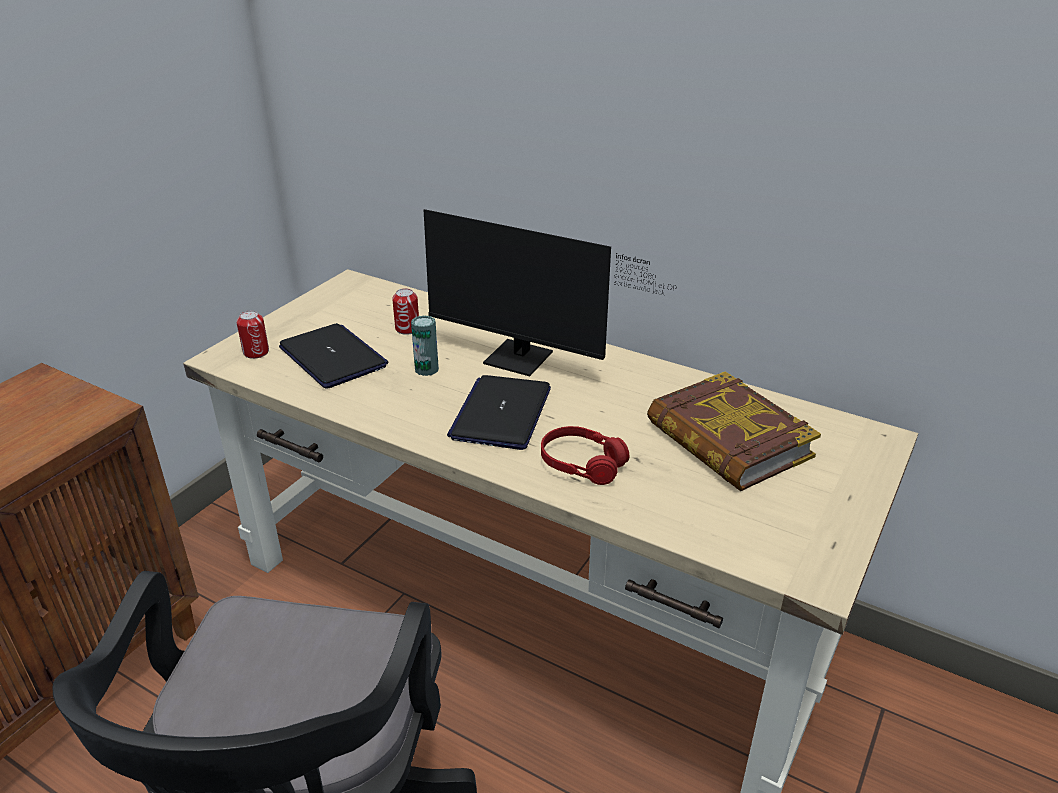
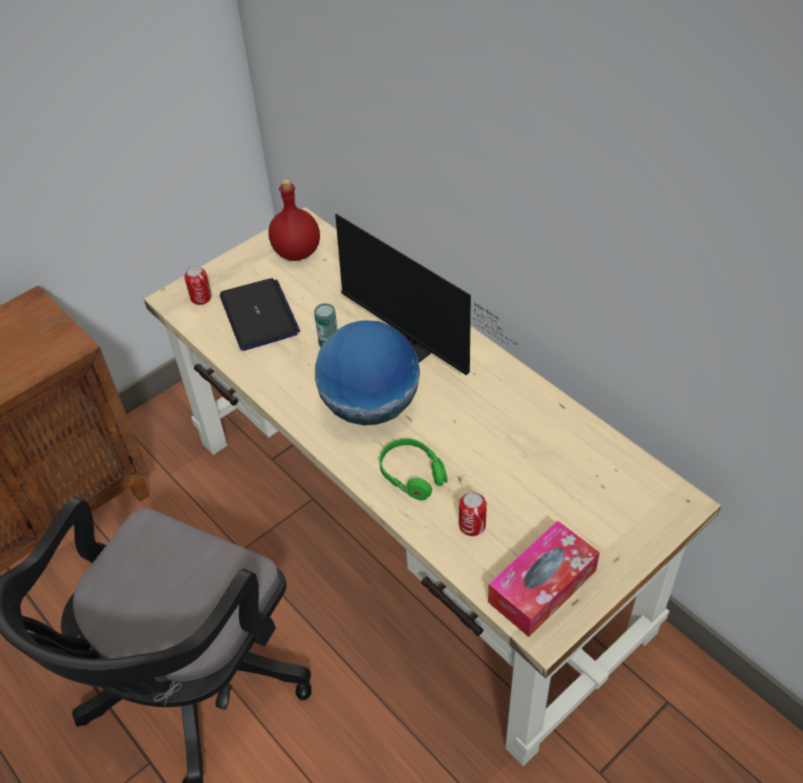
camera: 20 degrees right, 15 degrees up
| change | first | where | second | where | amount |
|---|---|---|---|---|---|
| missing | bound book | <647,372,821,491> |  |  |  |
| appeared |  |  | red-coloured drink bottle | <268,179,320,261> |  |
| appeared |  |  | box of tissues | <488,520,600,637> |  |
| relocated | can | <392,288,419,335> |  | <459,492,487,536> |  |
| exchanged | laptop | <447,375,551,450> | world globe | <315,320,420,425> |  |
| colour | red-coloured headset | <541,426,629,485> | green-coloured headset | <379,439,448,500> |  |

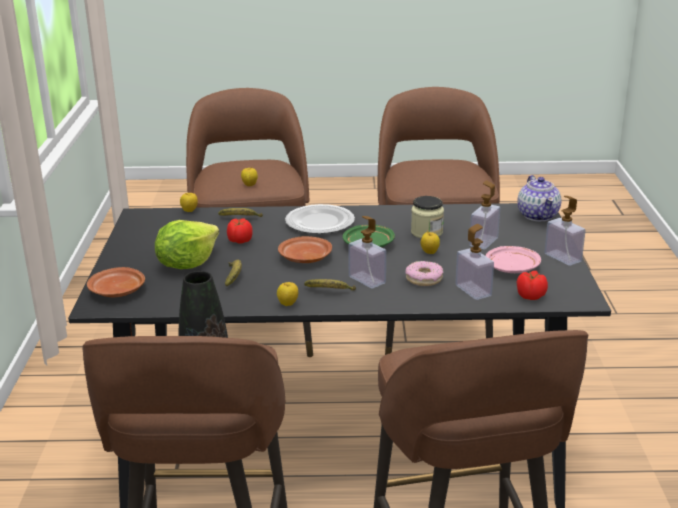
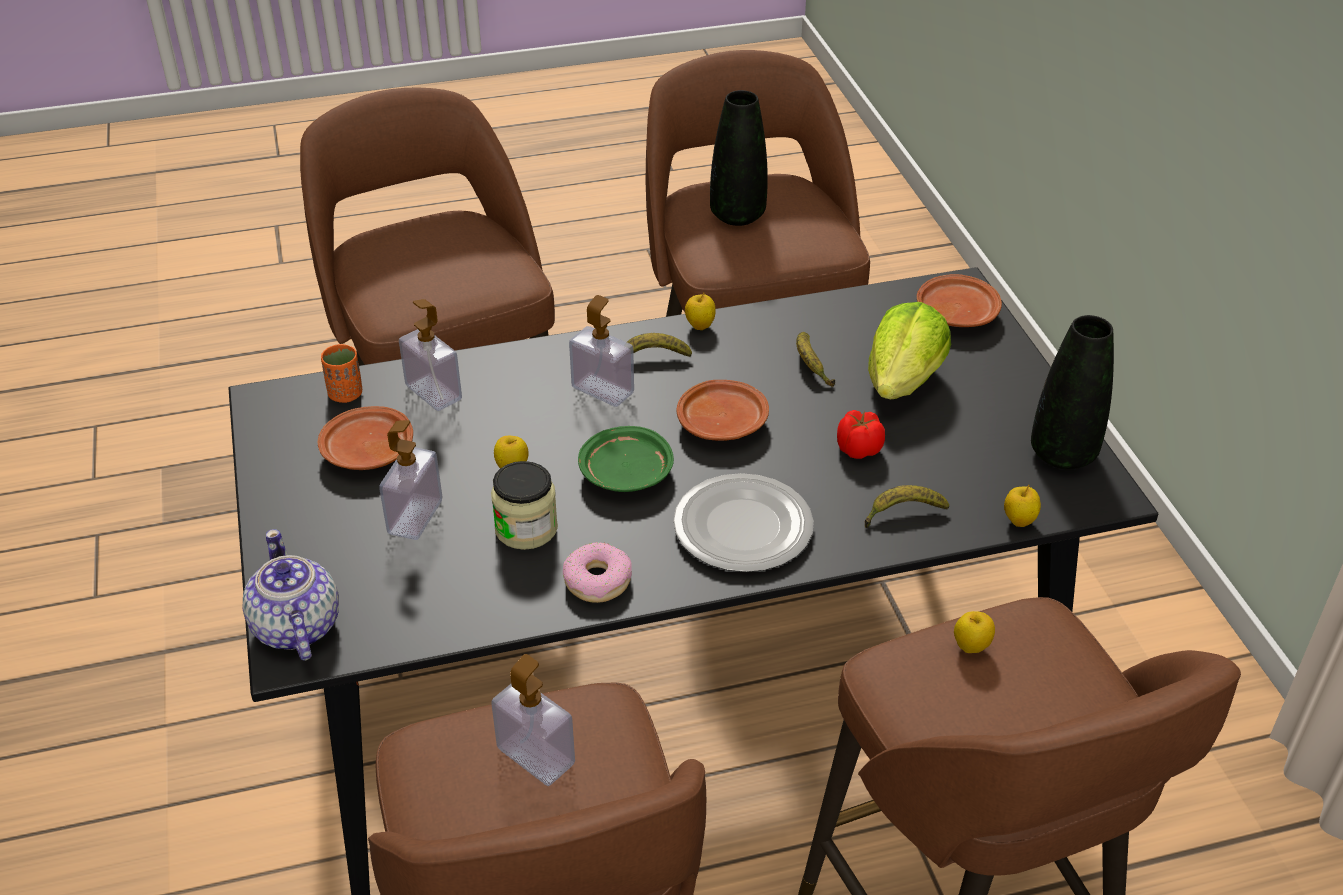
camera: 165 degrees right, 15 degrees up
| change | first | where | second | where | amount |
|---|---|---|---|---|---|
| appeared |  |  | blackish flower vase | <1031,315,1114,469> |  |
| relocated | ring doughnut | <406,261,444,286> |  | <563,542,632,603> |  |
| relocated | liquid soap bottle | <545,196,585,266> |  | <491,654,575,786> |  |
| exchanged | whole tomato | <517,271,548,300> | orange cup | <321,344,362,403> |  |
| colour | pink-coloured plate | <486,246,541,273> | brownish plate | <318,406,413,470> |  |

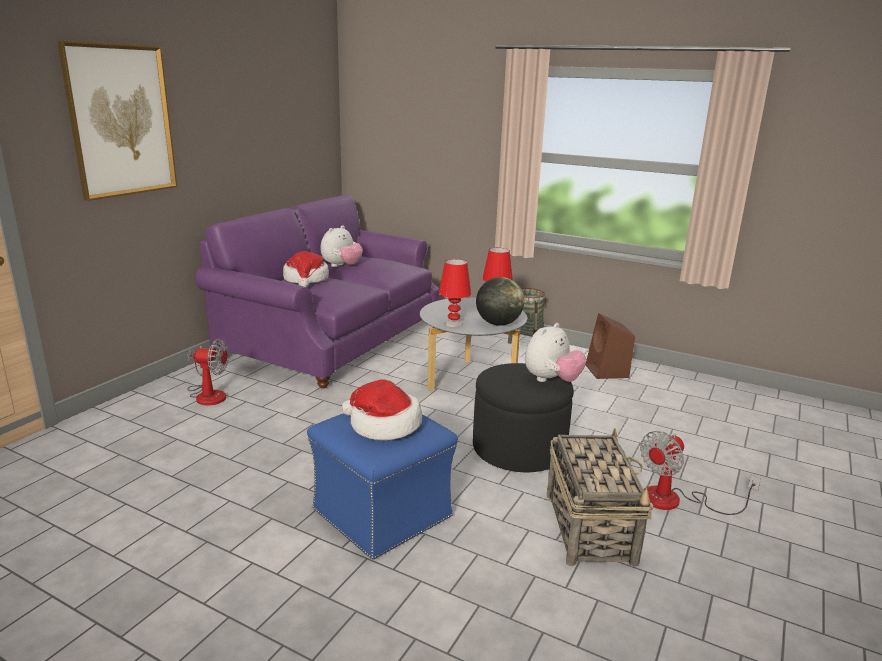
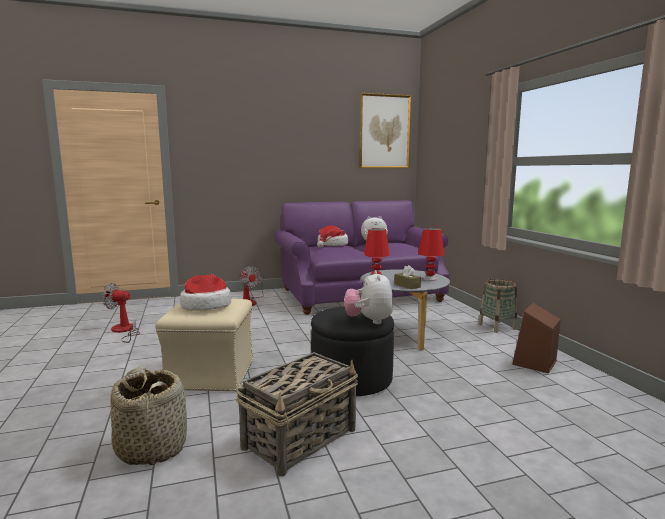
camera: 45 degrees right, 10 degrees down
| change | first | where | second | where | amount |
|---|---|---|---|---|---|
| appeared |  |  | basket | <110,367,187,465> |  |
| relocated | wall art | <57,40,177,201> |  | <359,93,412,168> |  |
| relocated | fan | <640,431,761,515> |  | <102,283,140,343> |  |
| exchanged | world globe | <476,277,524,326> | brownish box of tissues | <394,265,421,289> |  |
| colour | blue pouffe | <307,413,458,560> | beige-coloured pouffe | <155,299,253,392> |  |
| spun | plush toy | <525,323,586,382> |  | <344,270,394,324> | 90 degrees clockwise |

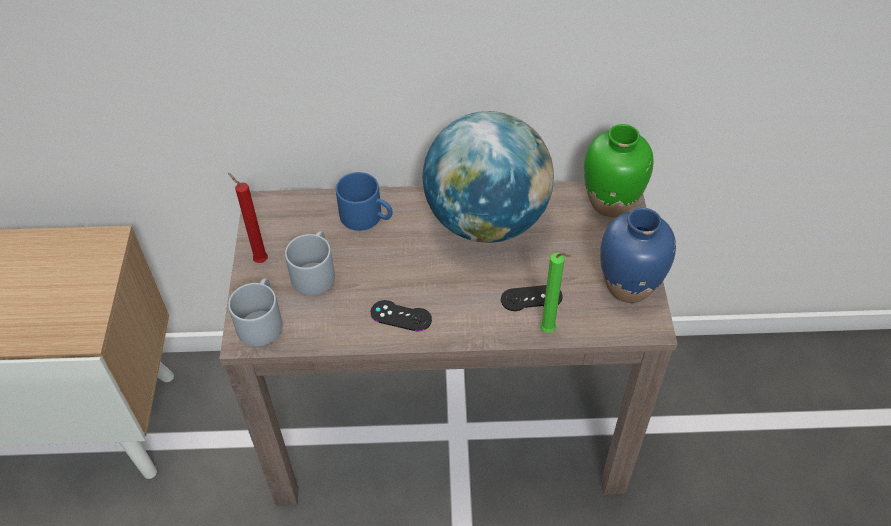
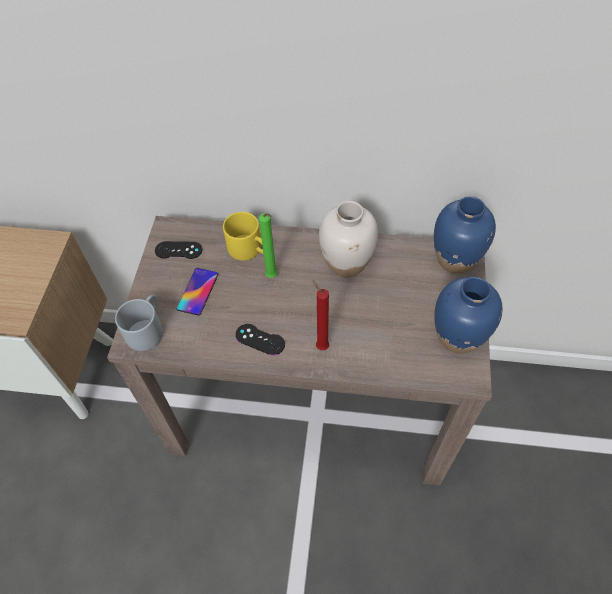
camera: 10 degrees right, 5 degrees up
| change | first | where | second | where | amount |
|---|---|---|---|---|---|
| relocated | red-coloured wax candle | <228,173,268,263> |  | <312,280,329,350> |  |
| relocated | blackish gamepad | <501,285,563,311> |  | <155,241,202,259> |  |
| relocated | green-coloured wax candle | <540,253,571,333> |  | <259,213,277,278> |  |
| exchanged | gray mug | <285,231,335,296> | telephone | <177,268,218,316> |  |
| exchanged | world globe | <423,111,554,243> | white flower vase | <319,201,378,278> |  |
| colour | blue mug | <336,172,393,231> | yellow-coloured mug | <223,212,264,260> |  |
| colour | green-coloured flower vase | <584,124,654,217> | blue flower vase | <434,196,496,274> |  |

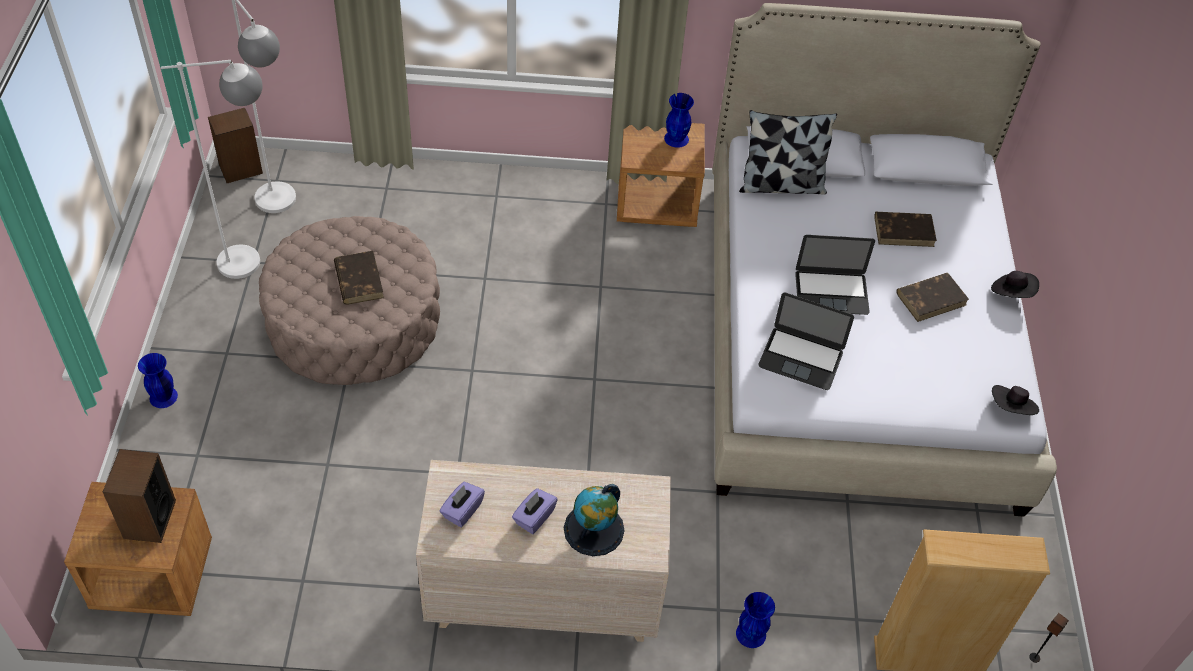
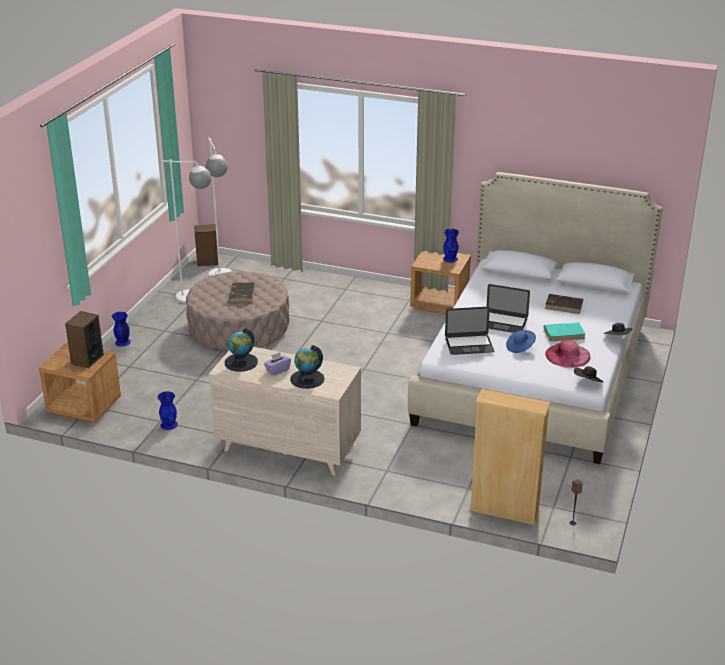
camera: 20 degrees right, 20 degrees down
| change | first | where | second | where | amount |
|---|---|---|---|---|---|
| missing | pillow | <739,110,837,194> |  |  |  |
| appeared |  |  | blue clothing hat | <506,330,536,353> |  |
| appeared |  |  | pink-coloured clothing hat | <545,340,591,368> |  |
| relocated | blue flower vase | <736,592,775,648> |  | <158,391,178,430> |  |
| exchanged | purple-coloured box of tissues | <440,481,485,527> | world globe | <225,328,258,372> |  |
| colour | brownish bound book | <896,273,969,322> | turquoise bound book | <544,322,585,341> |  |
| spun | laptop | <759,292,854,390> |  | <445,307,494,355> | 45 degrees counterclockwise |

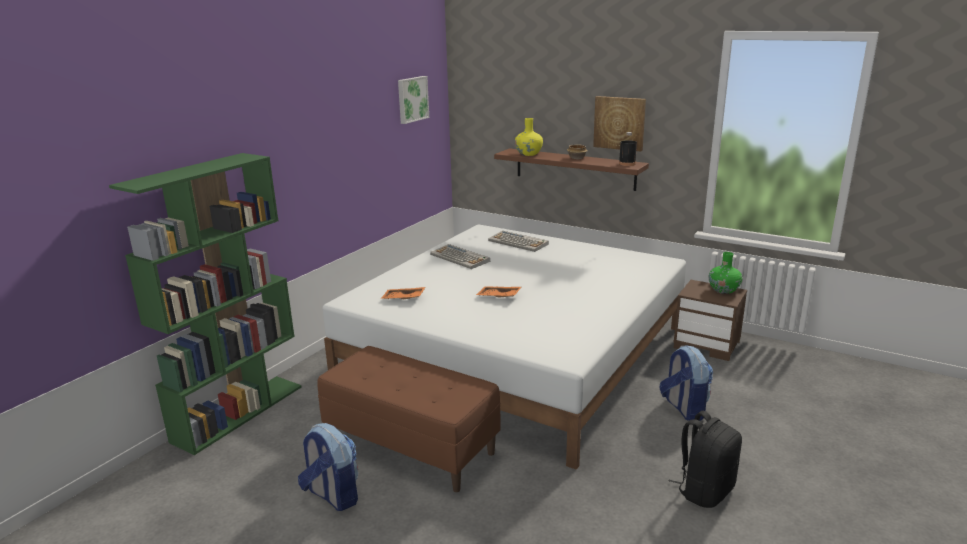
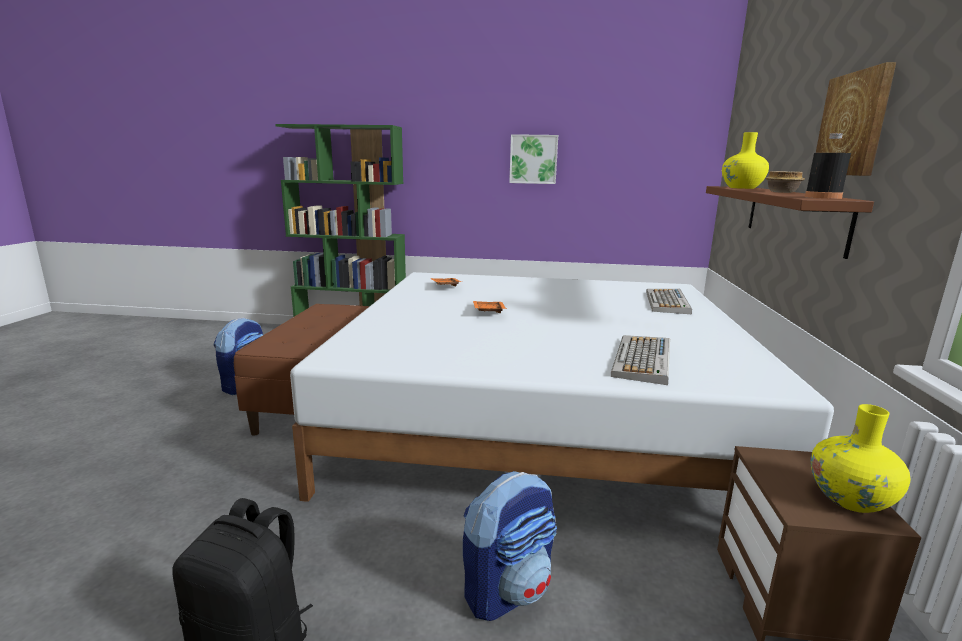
camera: 65 degrees right, 5 degrees down
| change | first | where | second | where | amount |
|---|---|---|---|---|---|
| relocated | wall art | <398,76,429,124> |  | <509,134,558,184> |  |
| relocated | PC keyboard | <430,244,490,269> |  | <611,335,670,385> |  |
| colour | green-coloured flower vase | <709,252,742,294> | yellow-coloured flower vase | <811,404,910,513> |  |

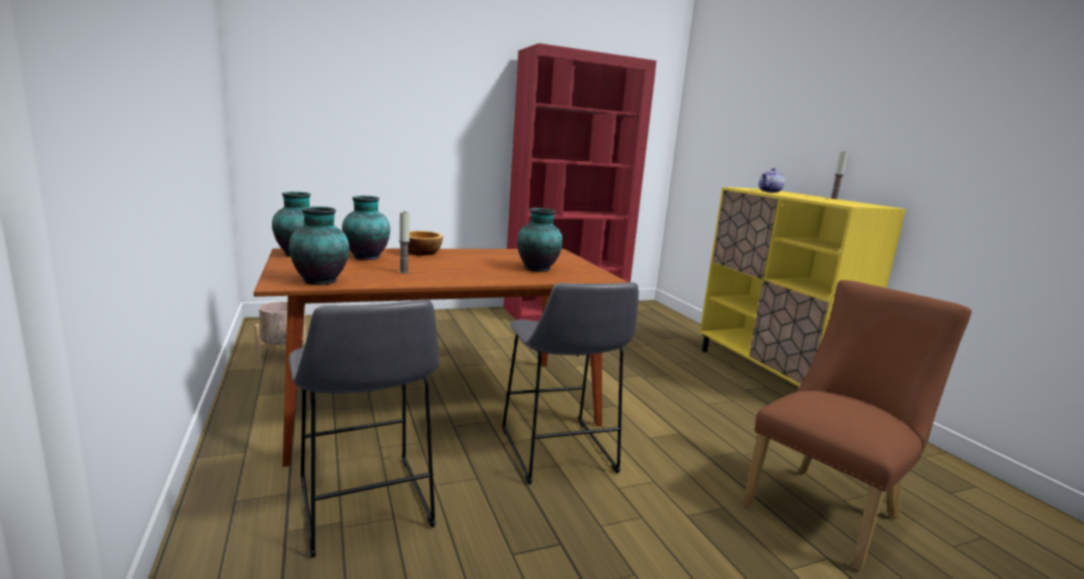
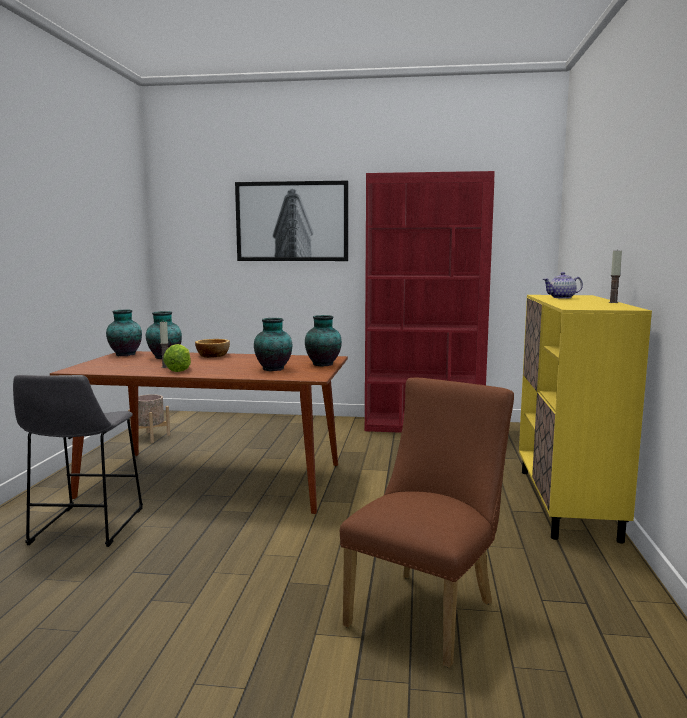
camera: 30 degrees right, 5 degrees down
| change | first | where | second | where | amount |
|---|---|---|---|---|---|
| missing | gray stool | <502,282,639,484> |  |  |  |
| appeared |  |  | lettuce | <163,344,191,372> |  |
| appeared |  |  | wall art | <235,181,348,261> |  |
| relocated | flower vase | <289,206,349,285> |  | <305,315,342,366> |  |
| spun | brownish chair | <743,280,972,571> |  | <340,378,514,668> | 45 degrees counterclockwise |

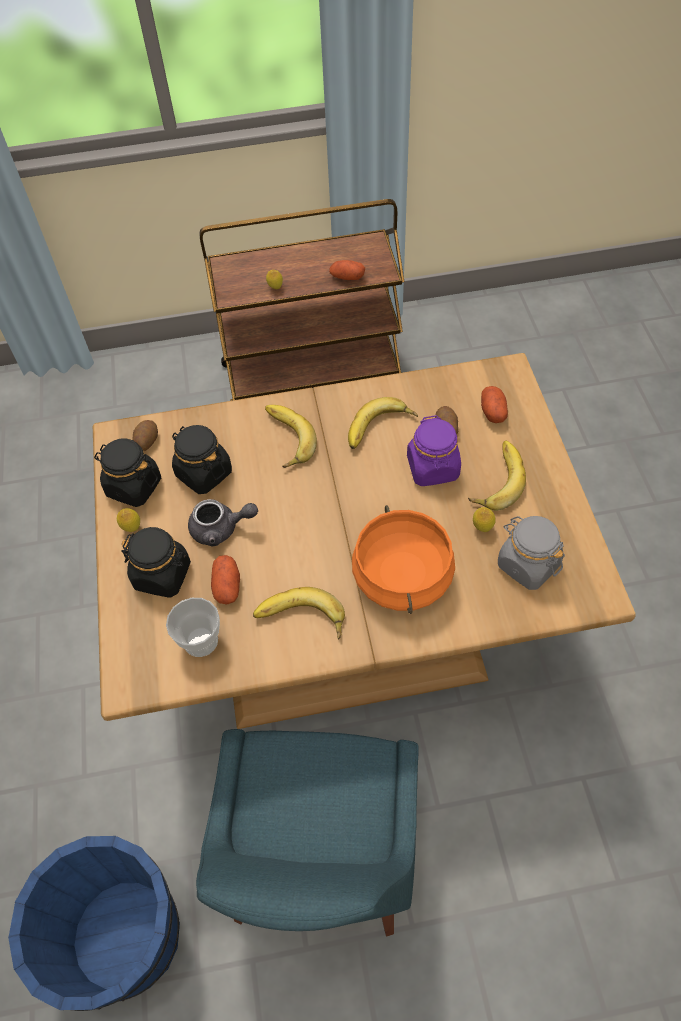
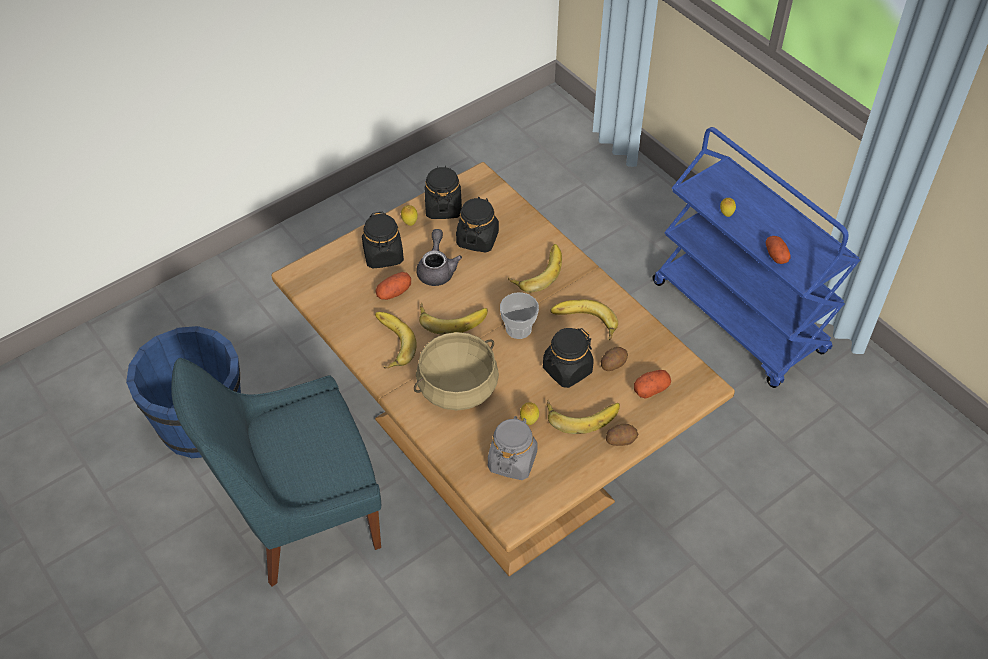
camera: 60 degrees right, 5 degrees down
| change | first | where | second | where | amount |
|---|---|---|---|---|---|
| appeared |  |  | banana fruit | <419,303,488,334> |  |
| relocated | potato | <132,420,158,451> |  | <606,424,638,446> |  |
| relocated | cup | <166,598,220,657> |  | <500,293,539,339> |  |
| colour | brownish wheeled cart | <200,199,404,401> | blue wheeled cart | <653,127,860,388> |  |
| colour | orange stockpot | <352,505,455,614> | beige-coloured stockpot | <414,332,499,410> |  |
| colour | purple-coloured storage jar | <407,415,461,486> | blackish storage jar | <543,328,593,388> |  |
| spun | gray tea pot | <188,499,258,546> |  | <416,229,462,286> | 150 degrees counterclockwise |

